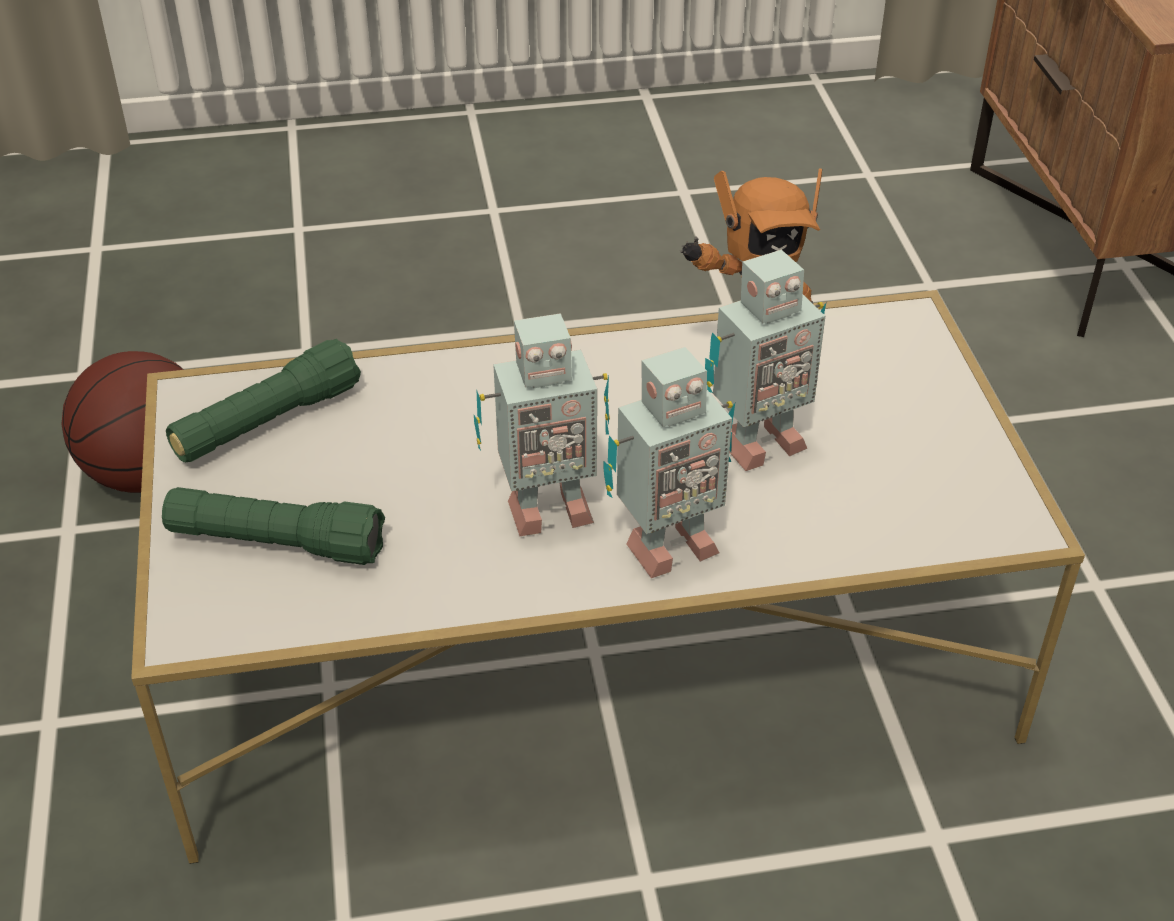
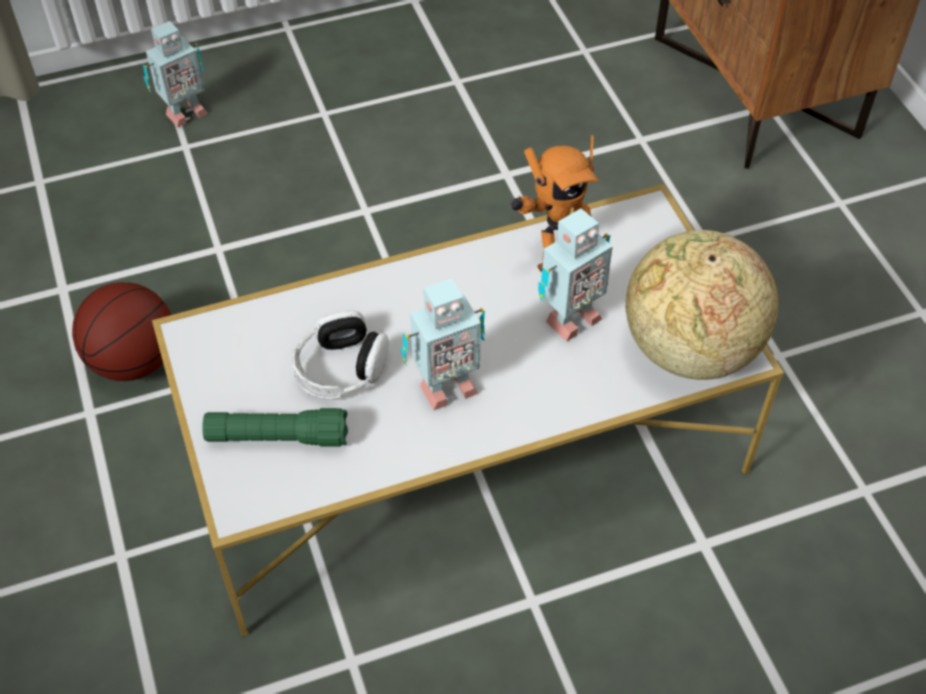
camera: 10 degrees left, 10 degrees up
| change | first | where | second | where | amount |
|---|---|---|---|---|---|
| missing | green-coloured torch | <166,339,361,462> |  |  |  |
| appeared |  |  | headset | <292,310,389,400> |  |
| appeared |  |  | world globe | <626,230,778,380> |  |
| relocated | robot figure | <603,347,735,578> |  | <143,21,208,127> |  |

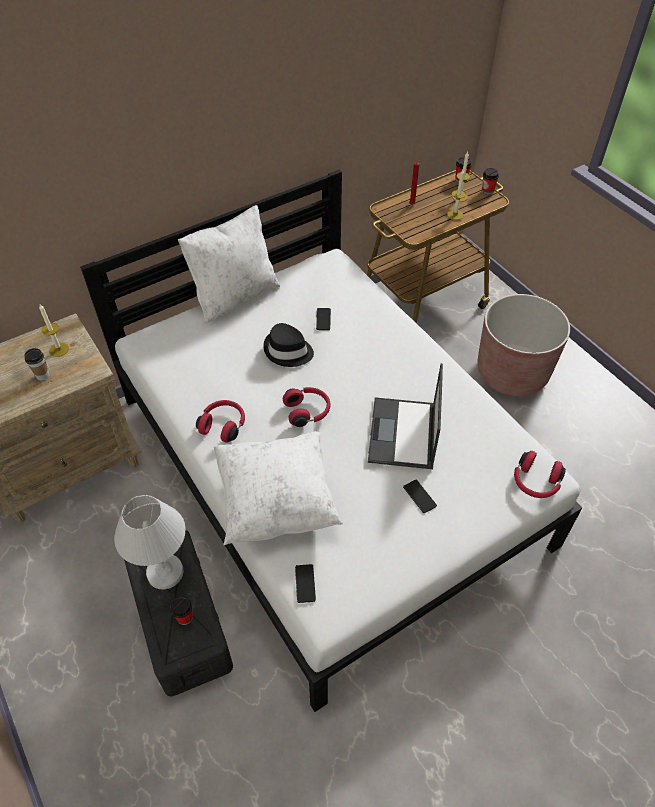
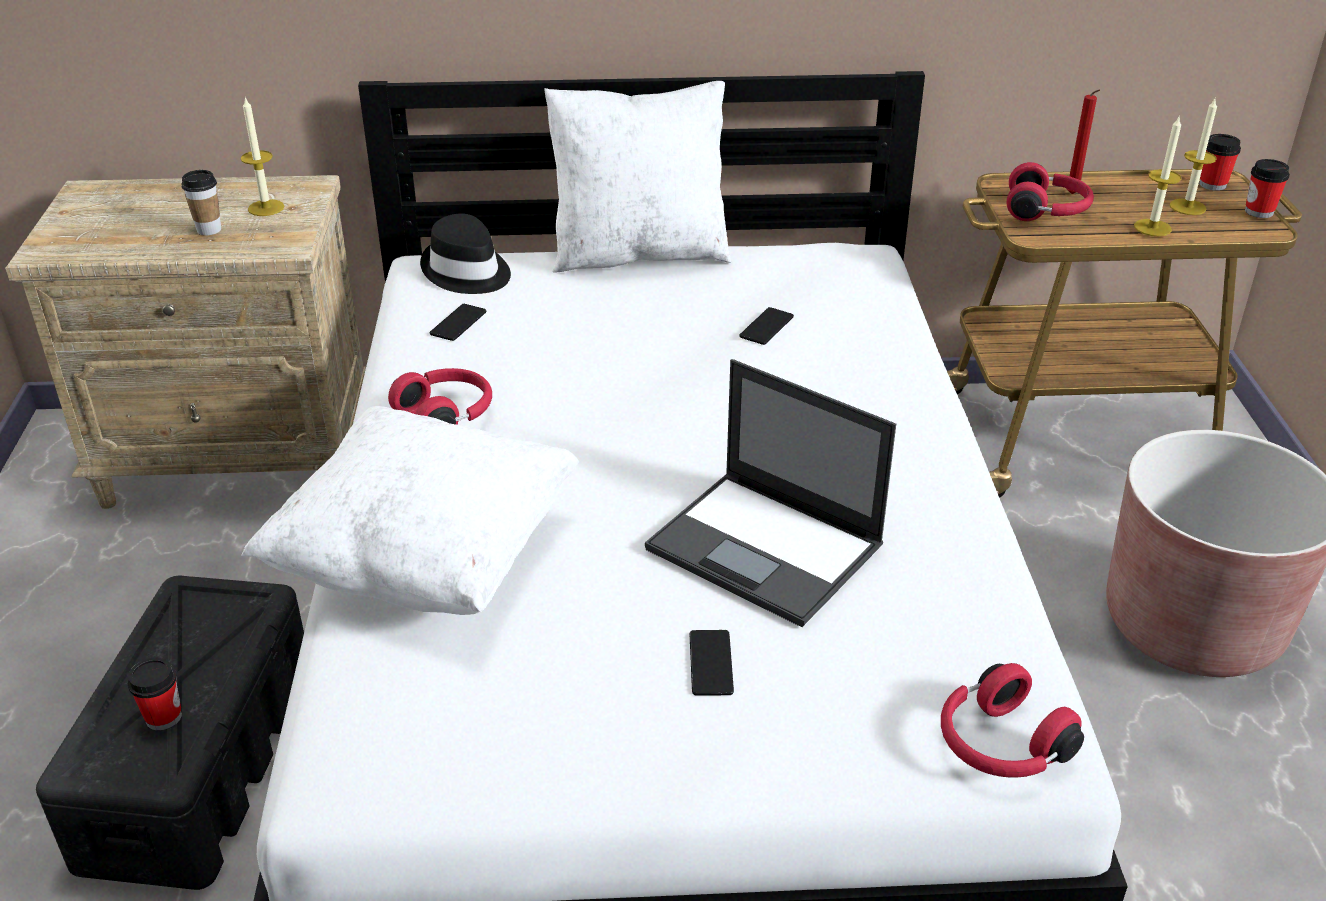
camera: 30 degrees right, 15 degrees down
| change | first | where | second | where | amount |
|---|---|---|---|---|---|
| missing | white lamp for a table | <114,495,186,590> |  |  |  |
| relocated | blackish clothing hat | <263,323,314,367> |  | <420,213,511,294> |  |
| relocated | red-coloured headset | <283,387,331,427> |  | <1007,162,1094,221> |  |
| relocated | telephone | <295,564,316,603> |  | <430,304,486,341> |  |
| spun | laptop | <368,363,443,469> |  | <645,359,896,627> | 90 degrees counterclockwise |

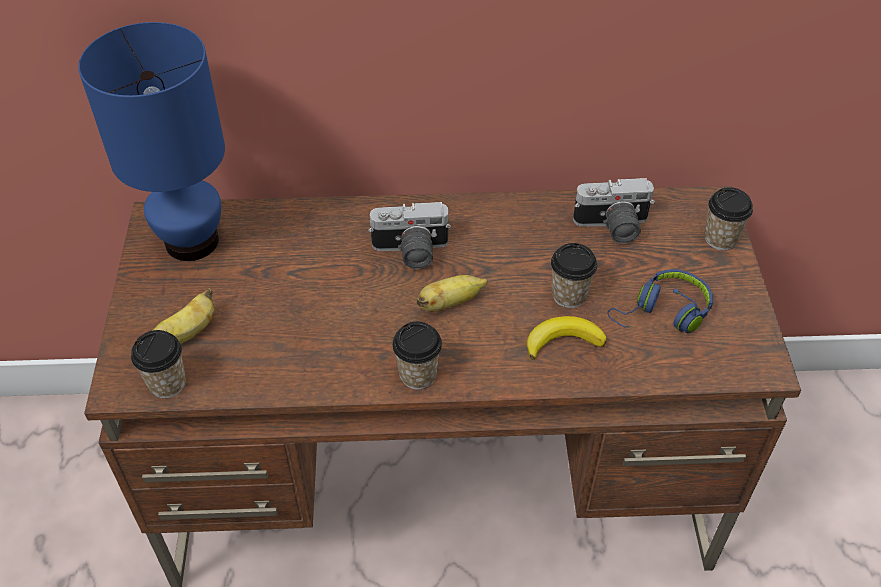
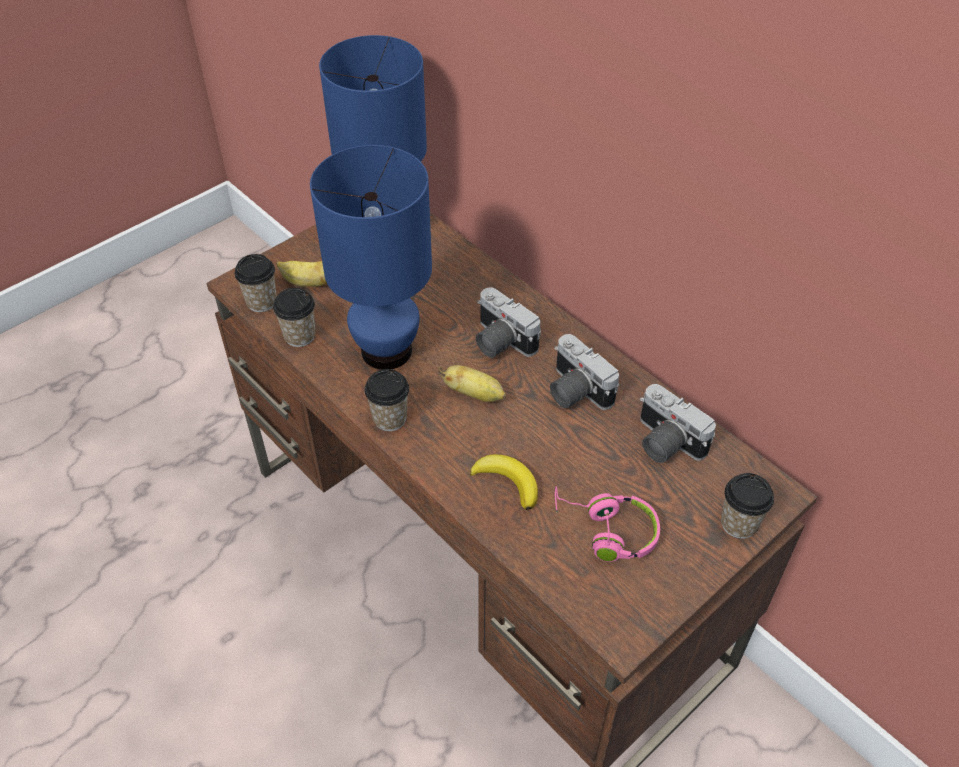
camera: 50 degrees right, 0 degrees up
| change | first | where | second | where | amount |
|---|---|---|---|---|---|
| appeared |  |  | blue lamp for a table | <310,145,432,370> |  |
| appeared |  |  | photo camera | <550,334,619,410> |  |
| relocated | cup | <551,243,597,308> |  | <273,288,315,347> |  |
| colour | blue headset | <607,269,713,333> | pink-coloured headset | <555,486,660,562> |  |

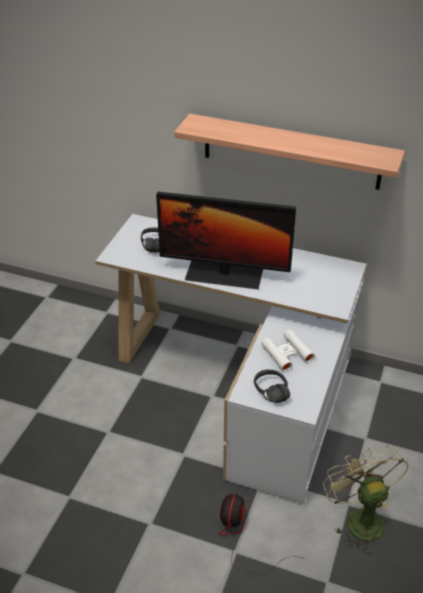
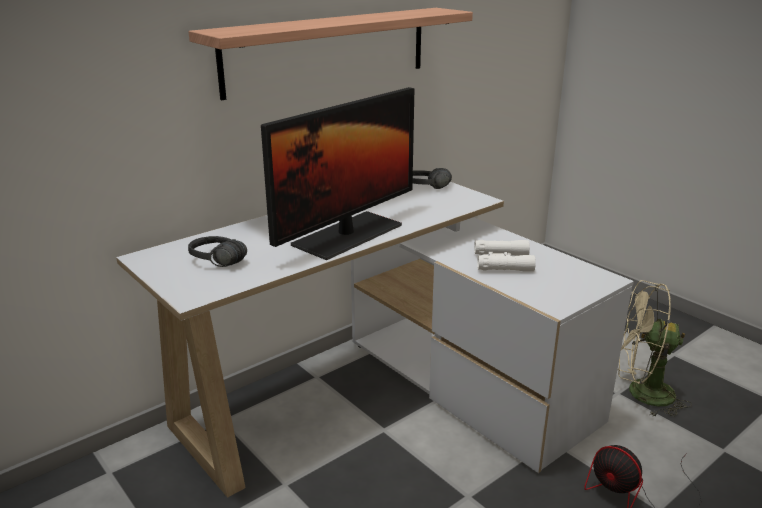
camera: 60 degrees left, 15 degrees down
| change | first | where | second | where | amount |
|---|---|---|---|---|---|
| relocated | blackish headset | <254,370,290,403> |  | <413,168,452,189> |  |

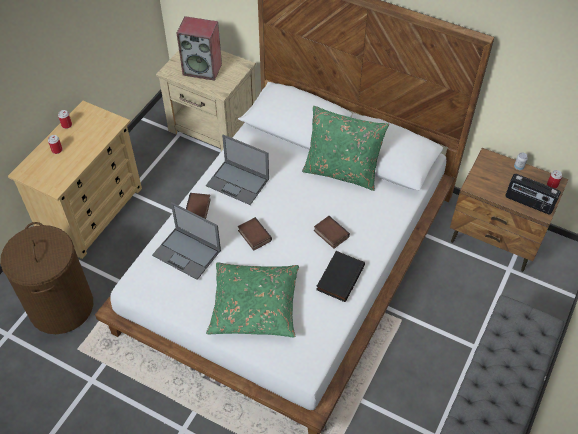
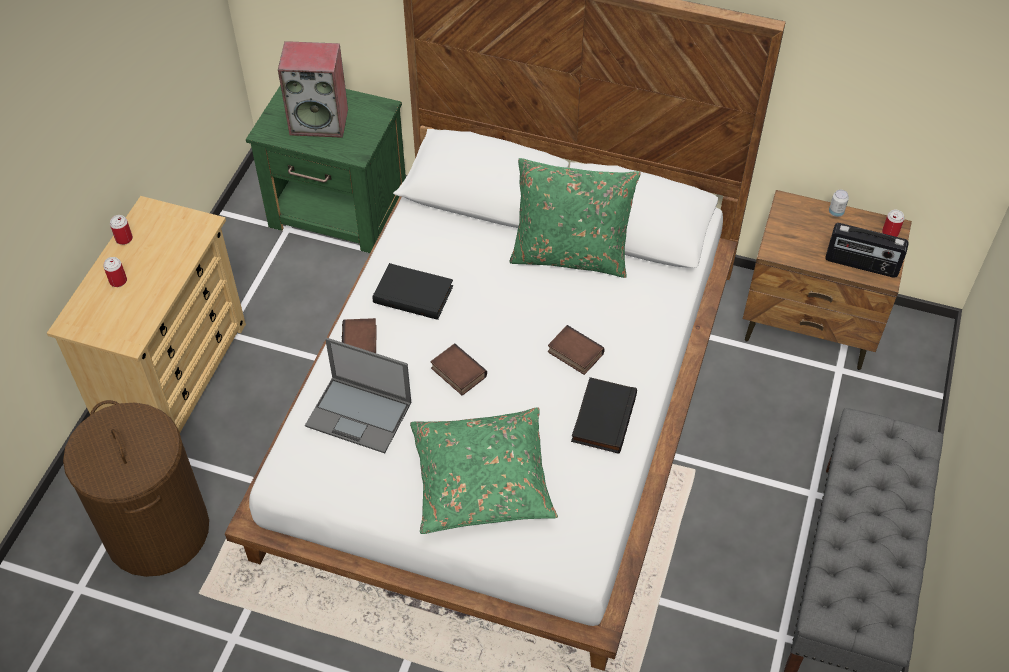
camera: 10 degrees left, 0 degrees up
| change | first | where | second | where | amount |
|---|---|---|---|---|---|
| exchanged | laptop | <206,135,269,205> | blackish bound book | <373,263,453,320> |  |
| colour | beige-coloured night table | <156,50,256,151> | green-coloured night table | <246,85,406,253> |  |

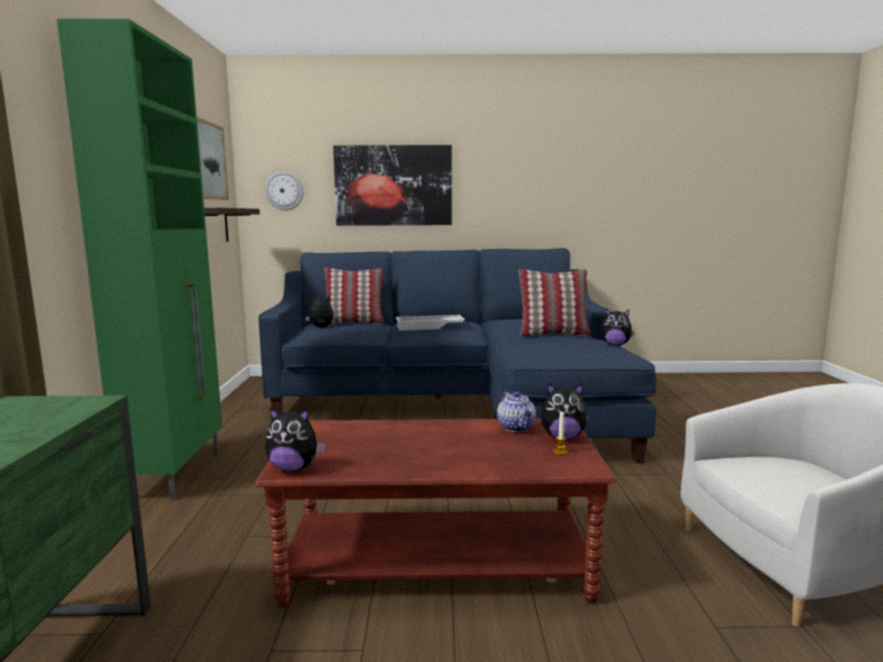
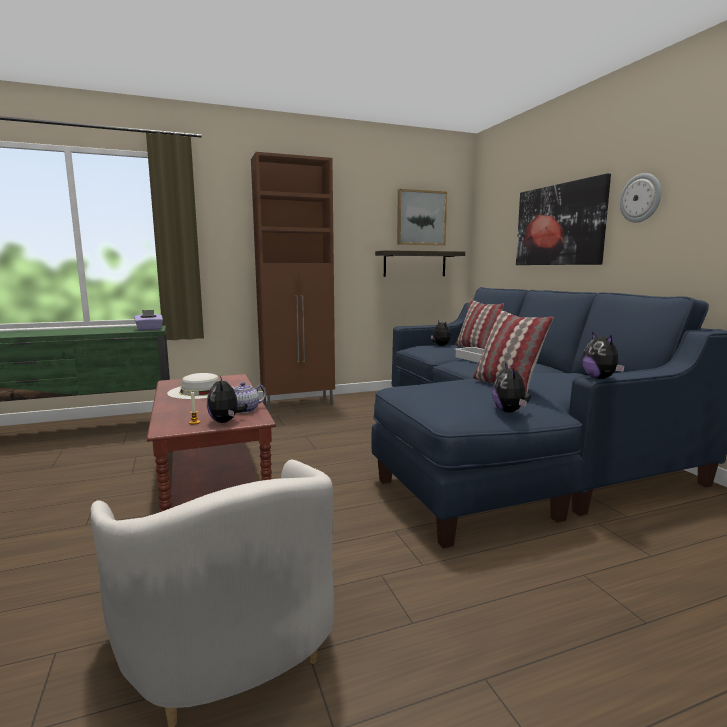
camera: 70 degrees right, 0 degrees up
| change | first | where | second | where | amount |
|---|---|---|---|---|---|
| appeared |  |  | purple-coloured box of tissues | <134,310,163,331> |  |
| appeared |  |  | white clothing hat | <167,373,234,399> |  |
| relocated | wall clock | <265,171,304,211> |  | <620,173,661,223> |  |
| relocated | plush toy | <265,408,325,472> |  | <582,332,625,379> |  |
| colour | green-coloured cupboard | <57,19,222,501> | brownish cupboard | <251,152,335,411> |  |

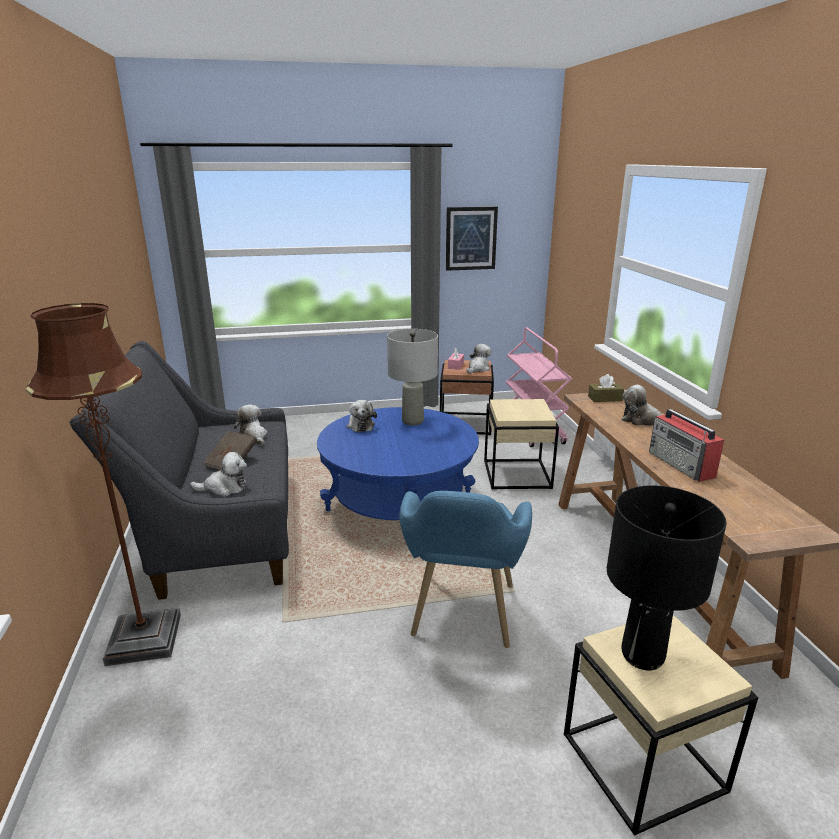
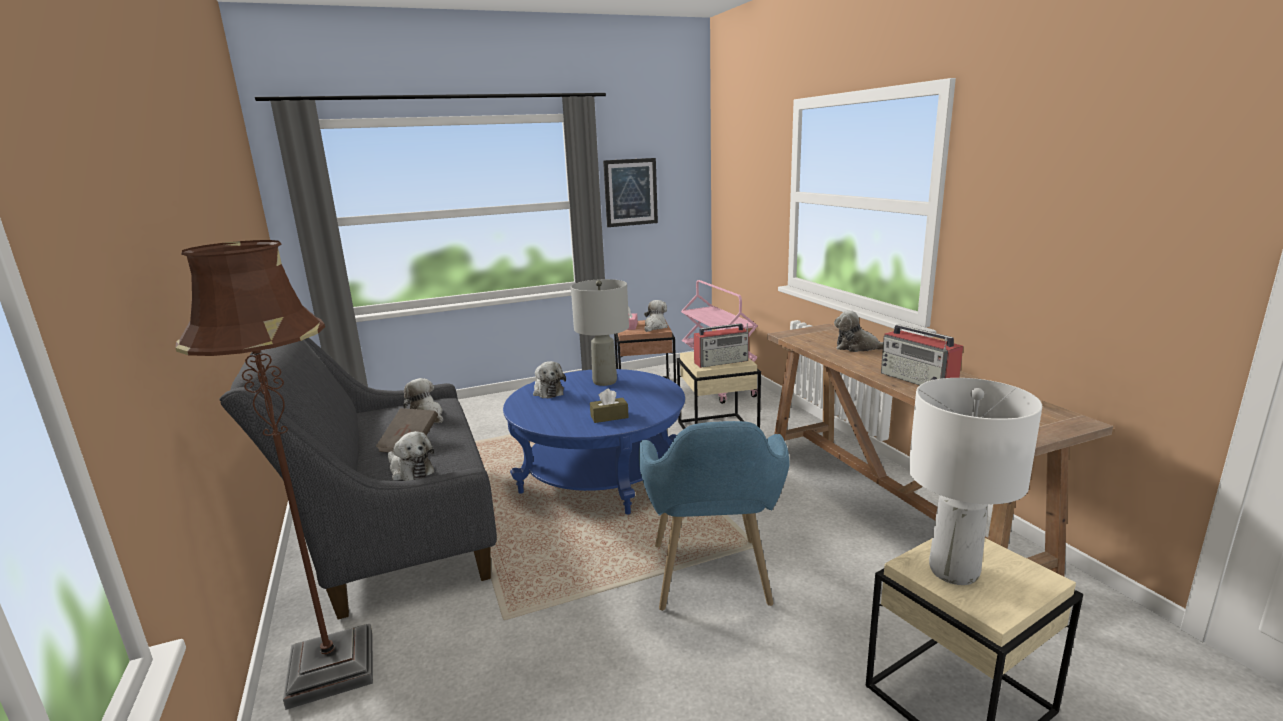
camera: 10 degrees left, 5 degrees down
| change | first | where | second | where | amount |
|---|---|---|---|---|---|
| appeared |  |  | radio | <694,323,749,368> |  |
| relocated | brownish box of tissues | <588,374,624,402> |  | <590,389,629,423> |  |
| colour | blackish lamp for a table | <607,485,727,670> | white lamp for a table | <909,378,1042,585> |  |
| spun | plush toy | <190,452,247,497> |  | <388,431,434,481> | 60 degrees clockwise |

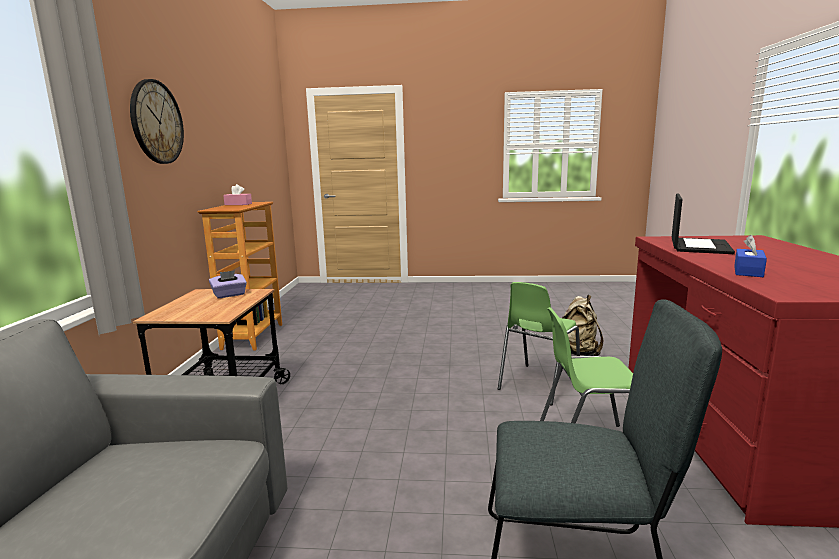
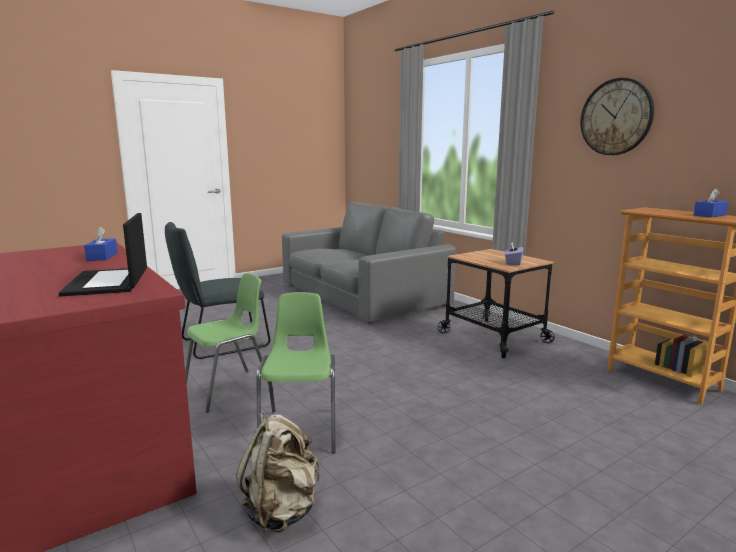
camera: 140 degrees right, 0 degrees up
| change | first | where | second | where | amount |
|---|---|---|---|---|---|
| colour | pink-coloured box of tissues | <223,184,252,205> | blue box of tissues | <694,188,729,217> |  |

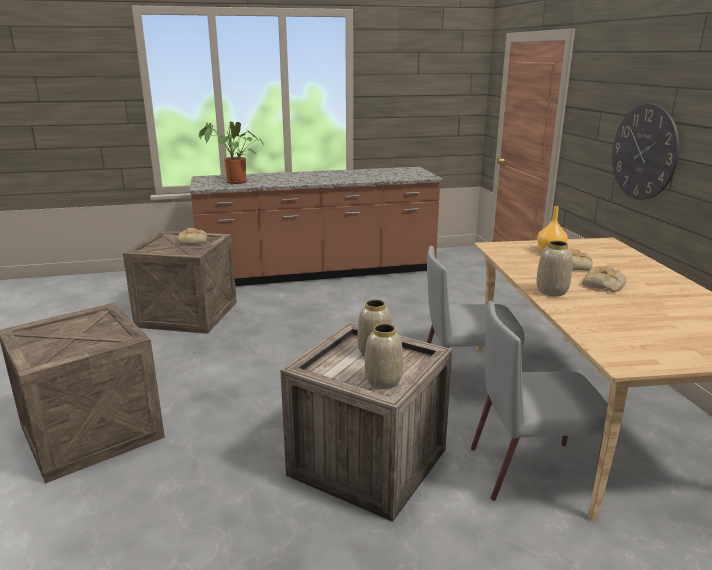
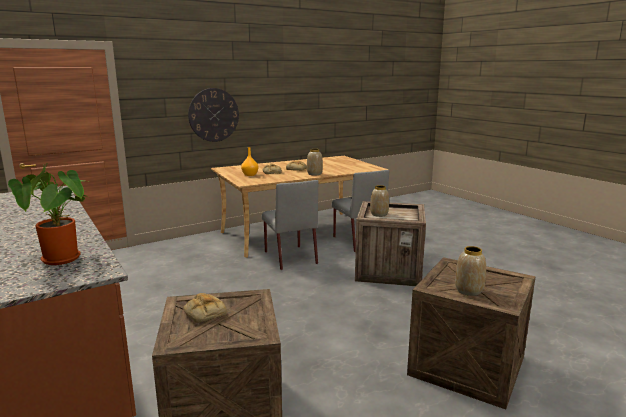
camera: 110 degrees left, 5 degrees down
| change | first | where | second | where | amount |
|---|---|---|---|---|---|
| relocated | flower vase | <365,323,403,389> |  | <455,246,486,296> |  |

